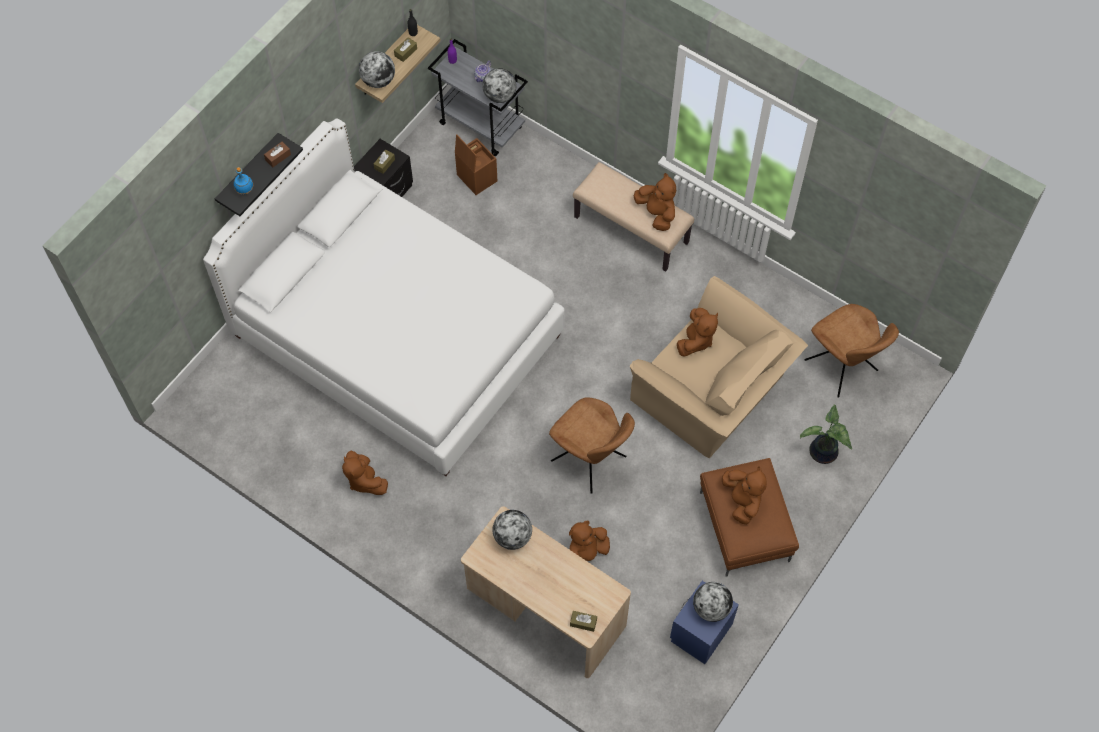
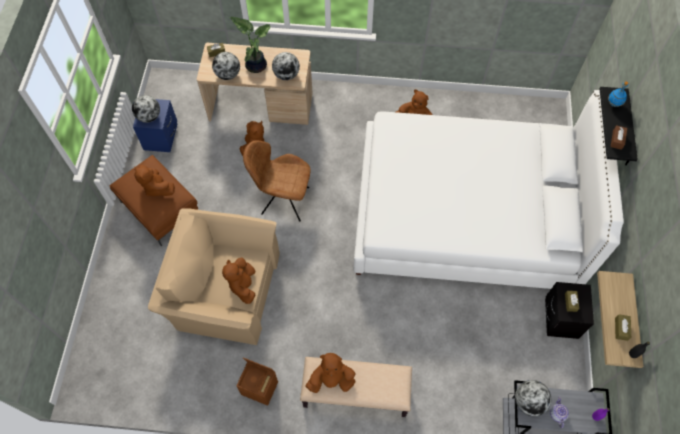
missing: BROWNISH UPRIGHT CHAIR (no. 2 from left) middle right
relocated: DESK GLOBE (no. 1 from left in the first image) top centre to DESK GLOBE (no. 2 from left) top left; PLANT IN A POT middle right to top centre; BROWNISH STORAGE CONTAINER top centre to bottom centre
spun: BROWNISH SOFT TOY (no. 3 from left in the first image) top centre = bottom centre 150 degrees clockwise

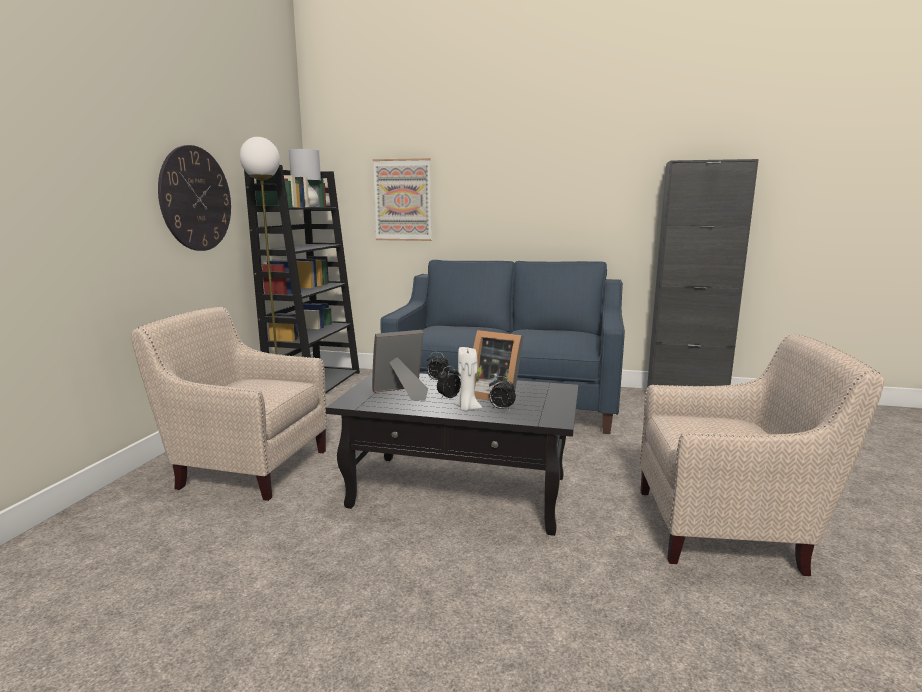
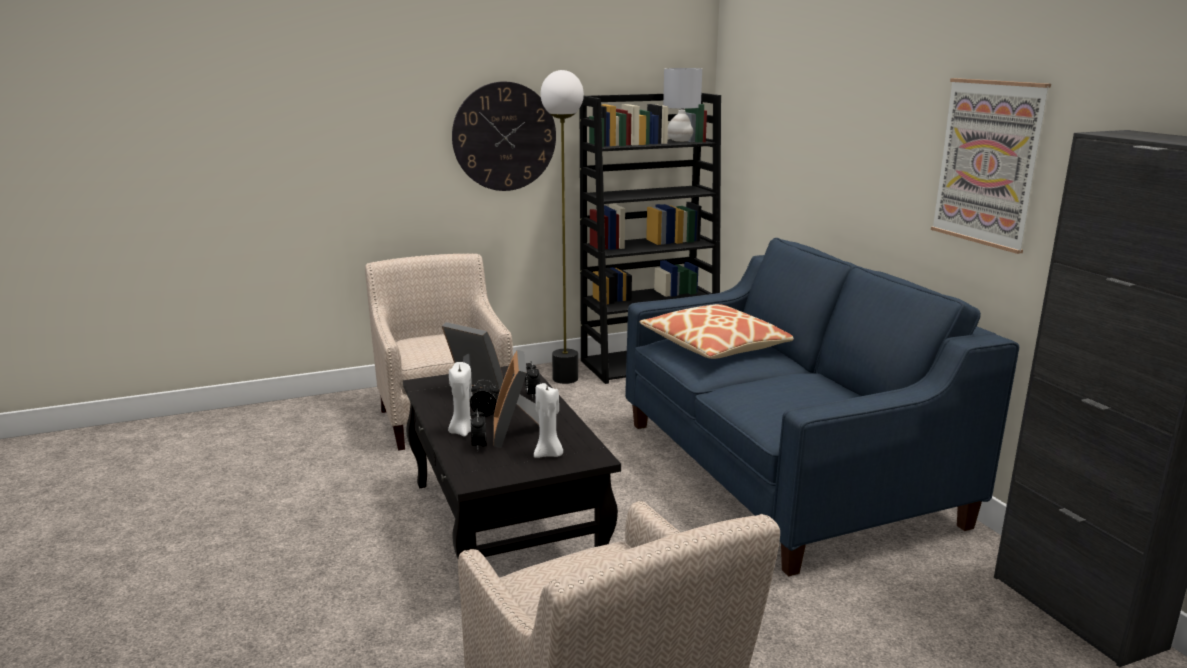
appeared: WHITE WAX LIGHT (no. 2 from left) centre; THROW PILLOW centre
relocated: WALL PICTURE top centre to top right

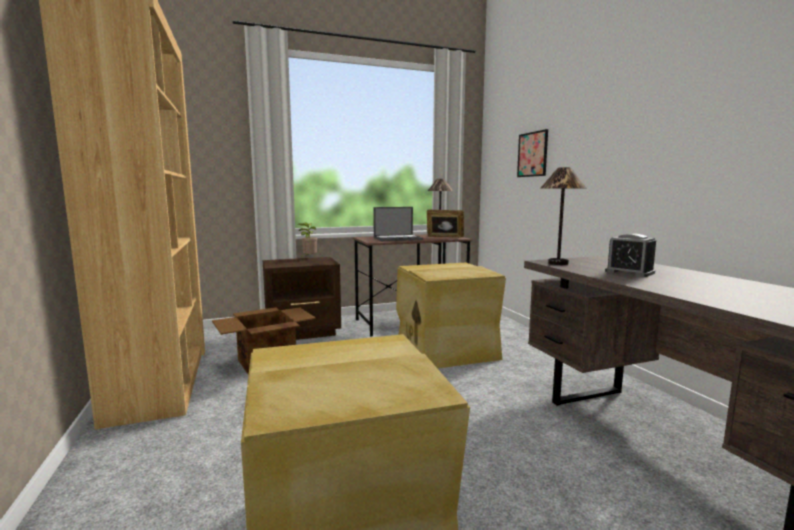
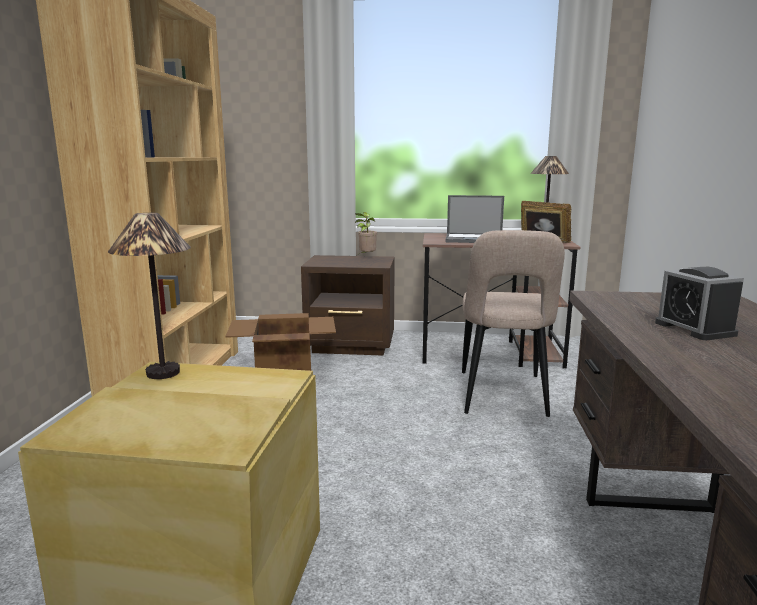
missing: WALL PICTURE top right
relocated: TABLE LAMP (no. 2 from left in the first image) middle right to TABLE LAMP (no. 1 from left) middle left
exchanged: SAND-COLOURED STORAGE CONTAINER (no. 2 from left) centre to SAND-COLOURED UPRIGHT CHAIR middle right

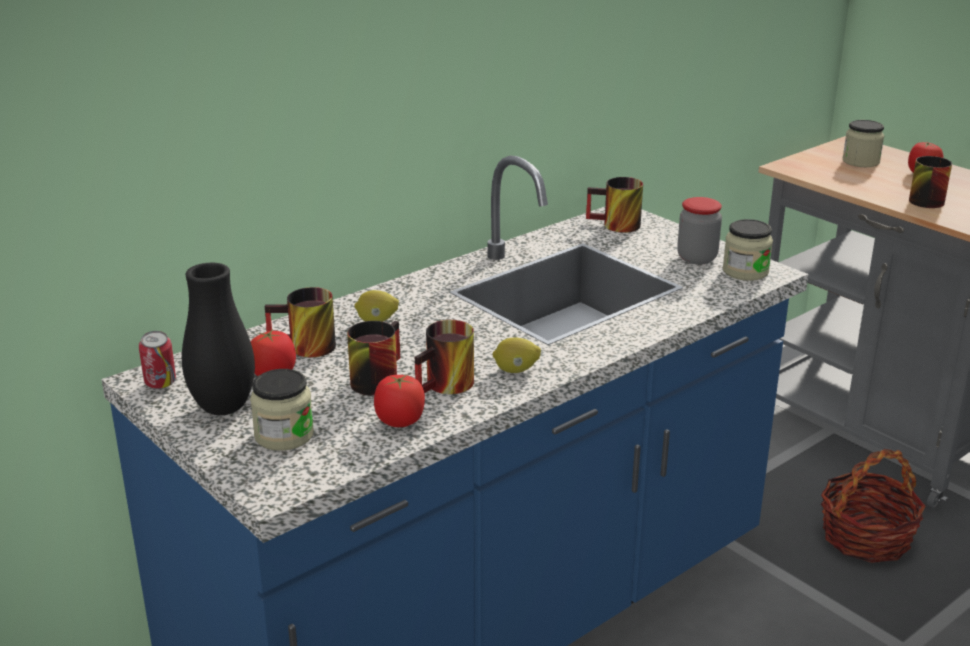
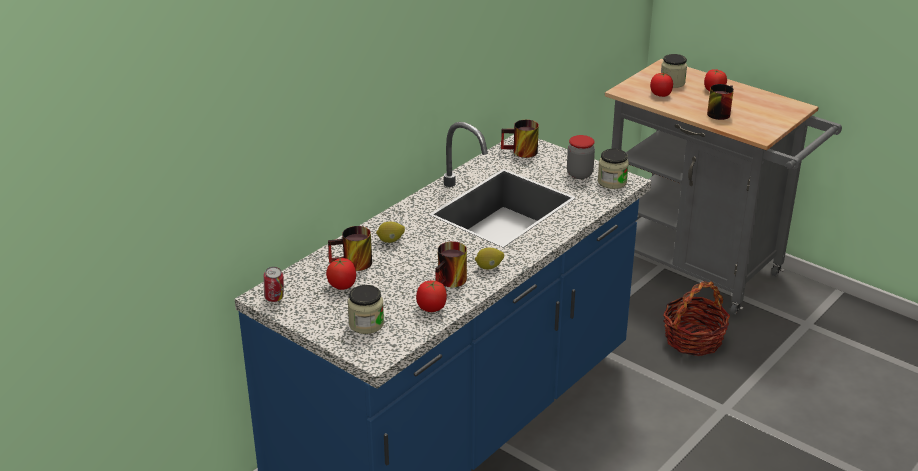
missing: BLACKISH VASE middle left; MUG (no. 2 from left) centre
appeared: TOMATO (no. 3 from left) top right

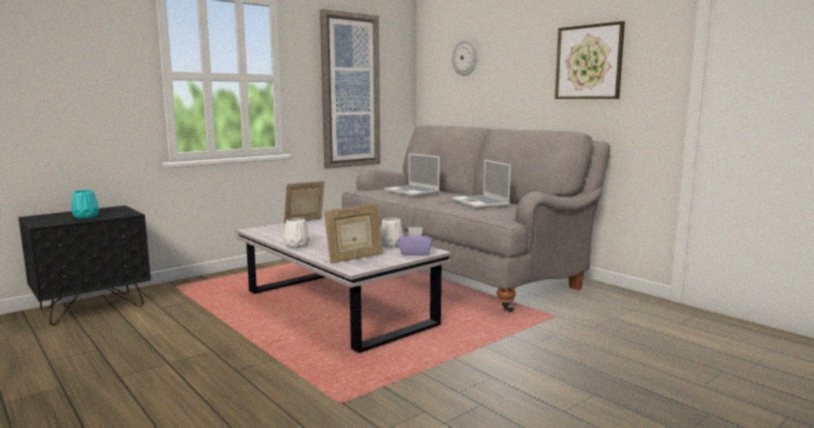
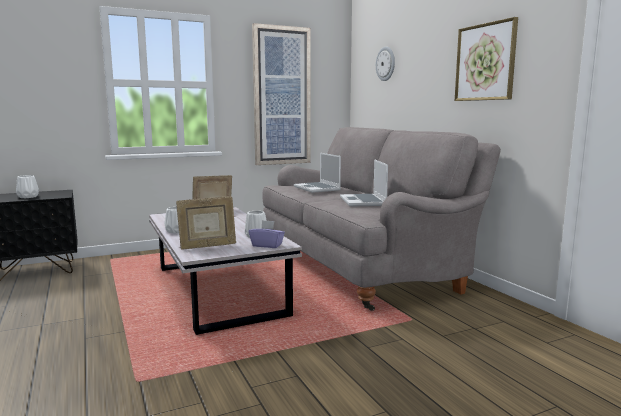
colour: BLUE-GREEN VASE middle left to WHITE VASE (no. 1 from left) middle left

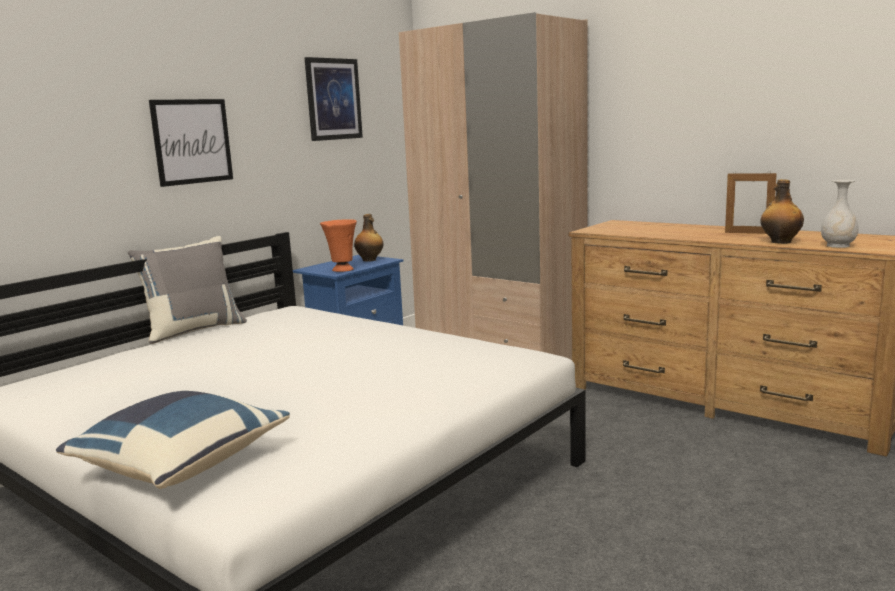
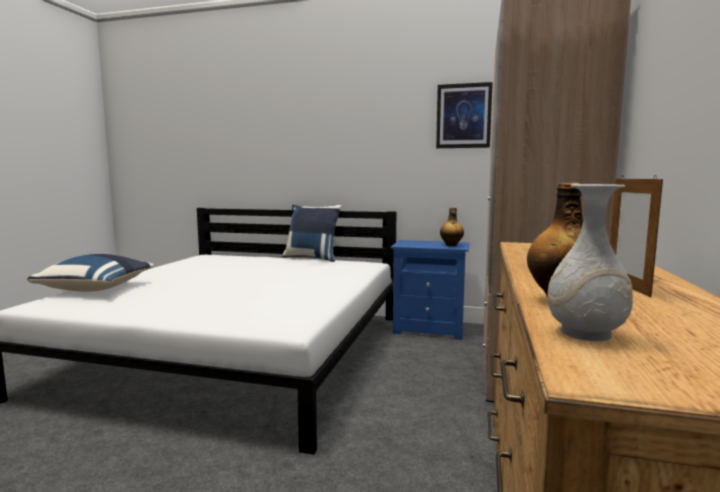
missing: WALL PICTURE (no. 1 from left) top left; ORANGE-COLOURED VASE centre
colour: GREY THROW PILLOW middle left to BLUE THROW PILLOW (no. 2 from left) centre

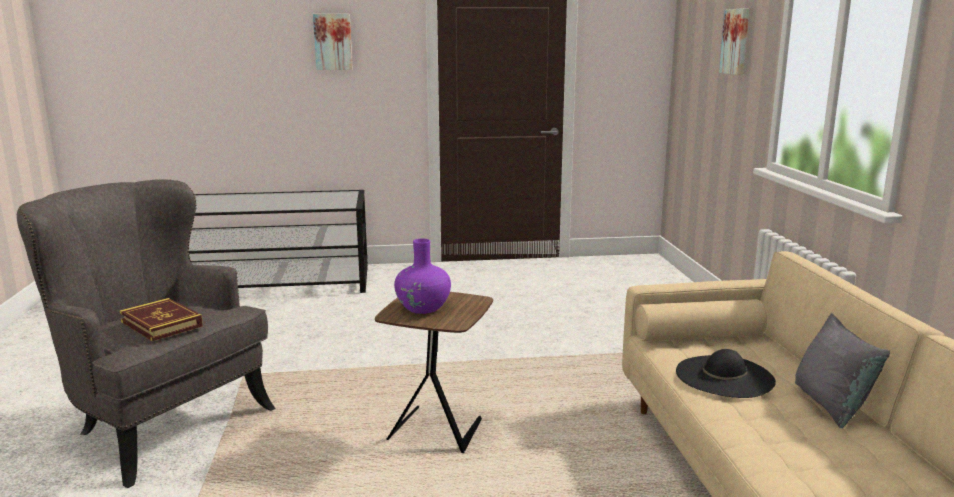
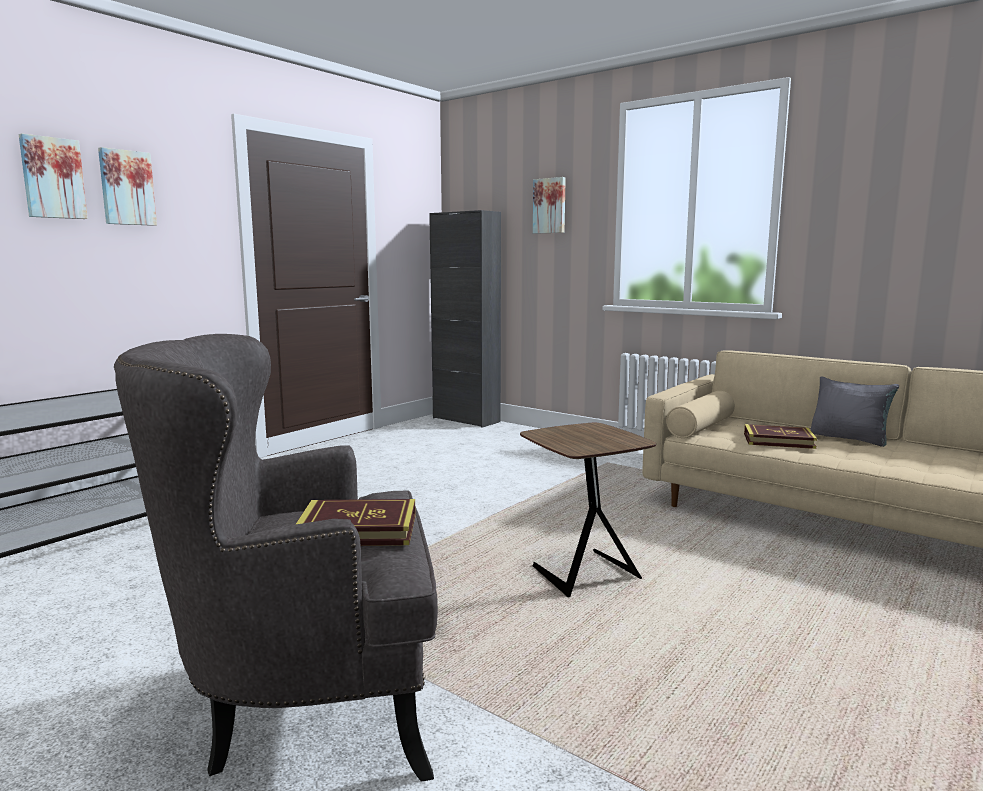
missing: PURPLE VASE centre
appeared: WALL PICTURE (no. 1 from left) top left; BLACKISH CABINET centre
exchanged: BLACKISH HAT bottom right to VOLUME (no. 2 from left) middle right

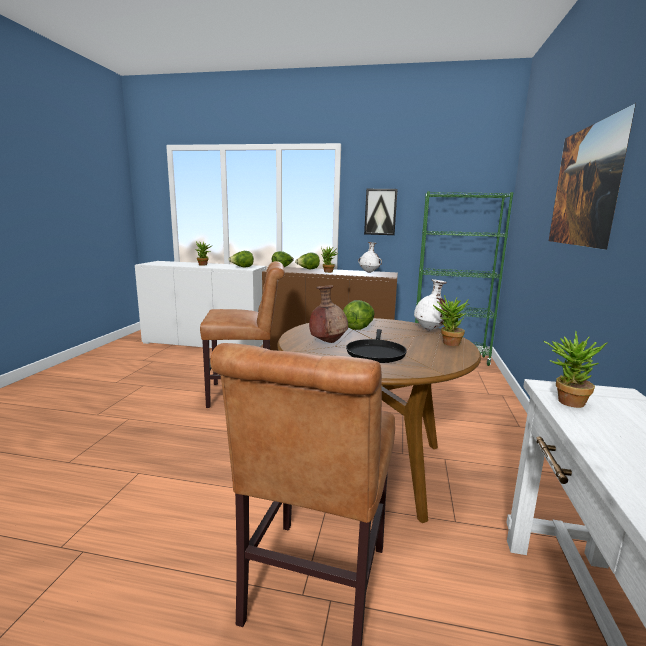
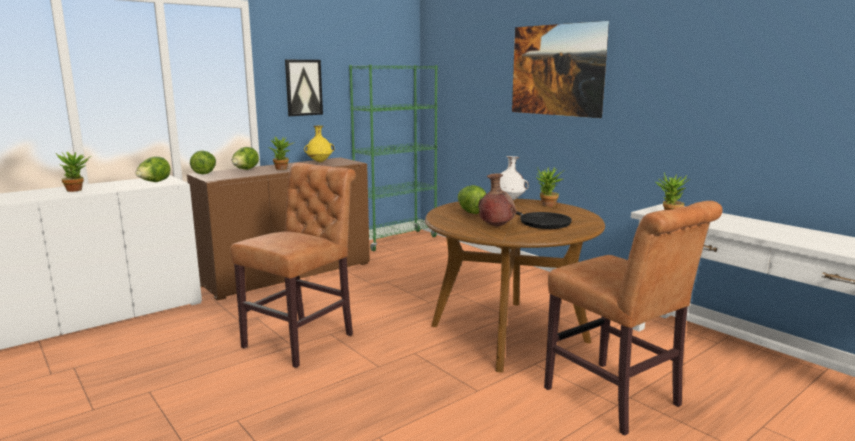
colour: WHITE VASE (no. 1 from left) centre to YELLOW-COLOURED VASE top centre

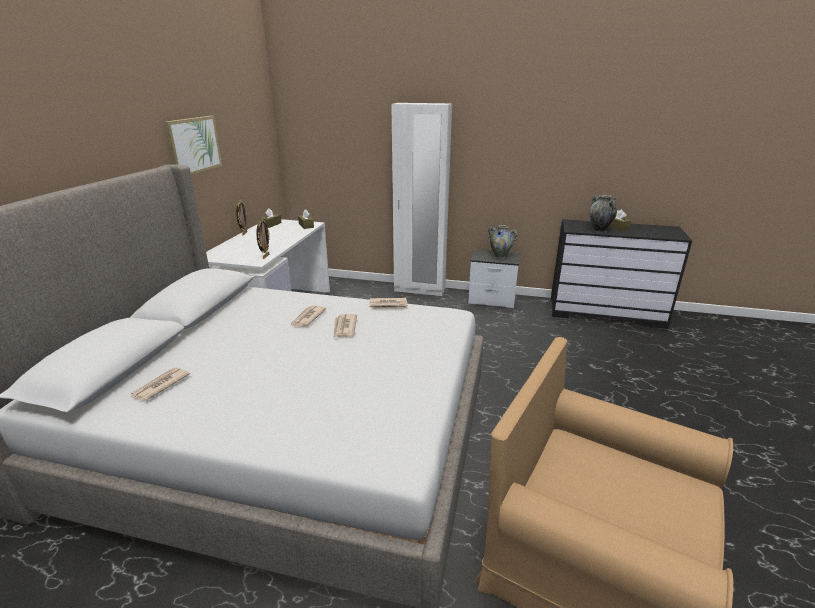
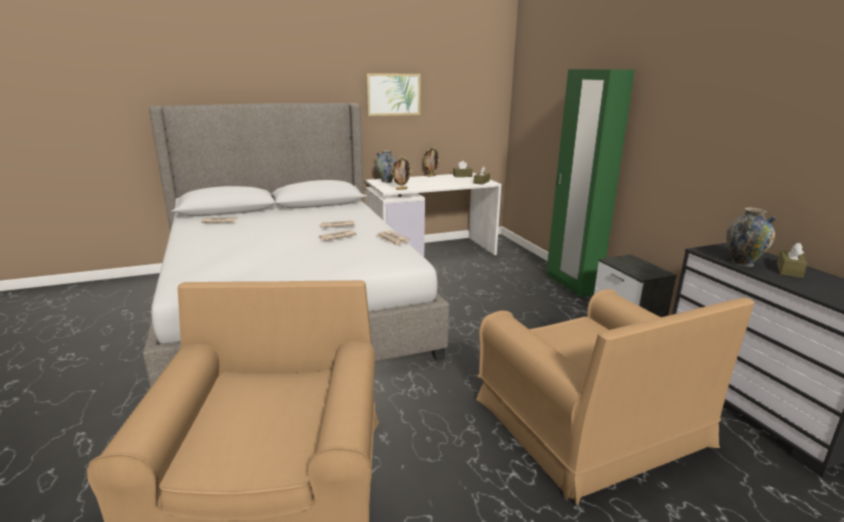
appeared: BROWNISH EASY CHAIR (no. 2 from left) bottom right
relocated: VASE (no. 1 from left) centre to top centre
colour: WHITE CLOTHES CUPBOARD top centre to GREENISH CLOTHES CUPBOARD middle right

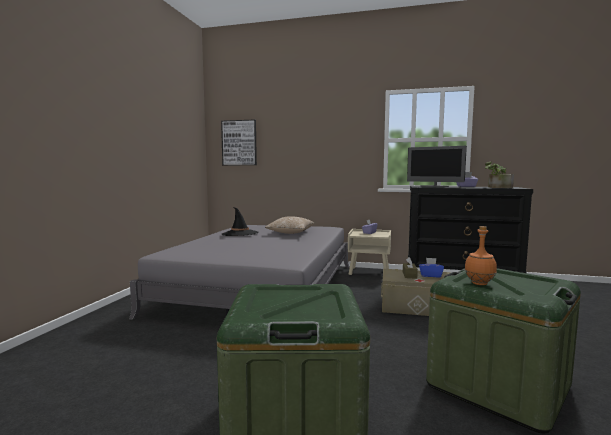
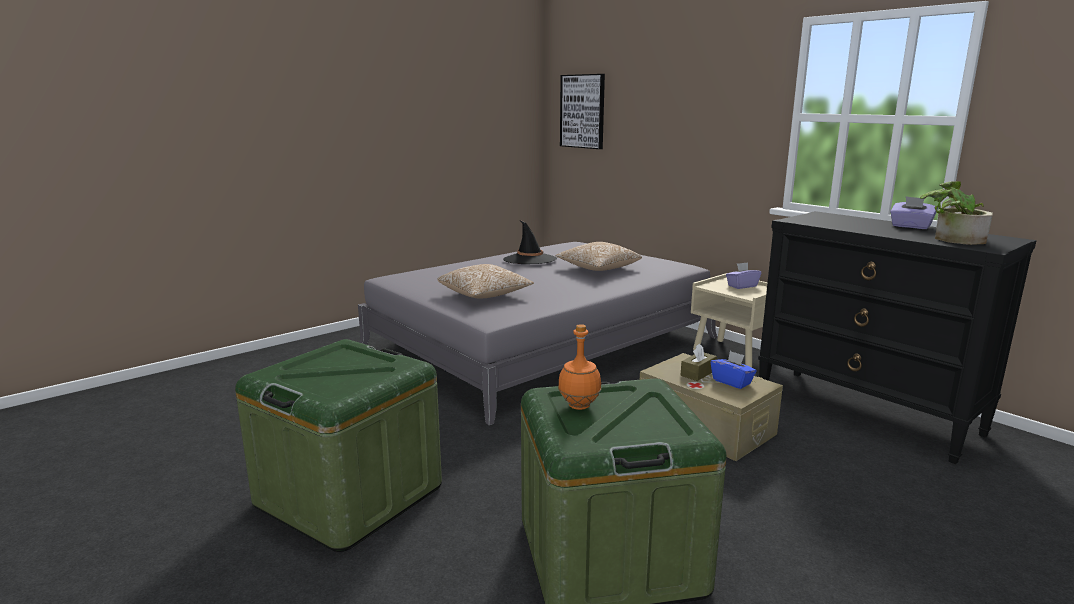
missing: COMPUTER DISPLAY middle right
appeared: THROW PILLOW (no. 1 from left) centre

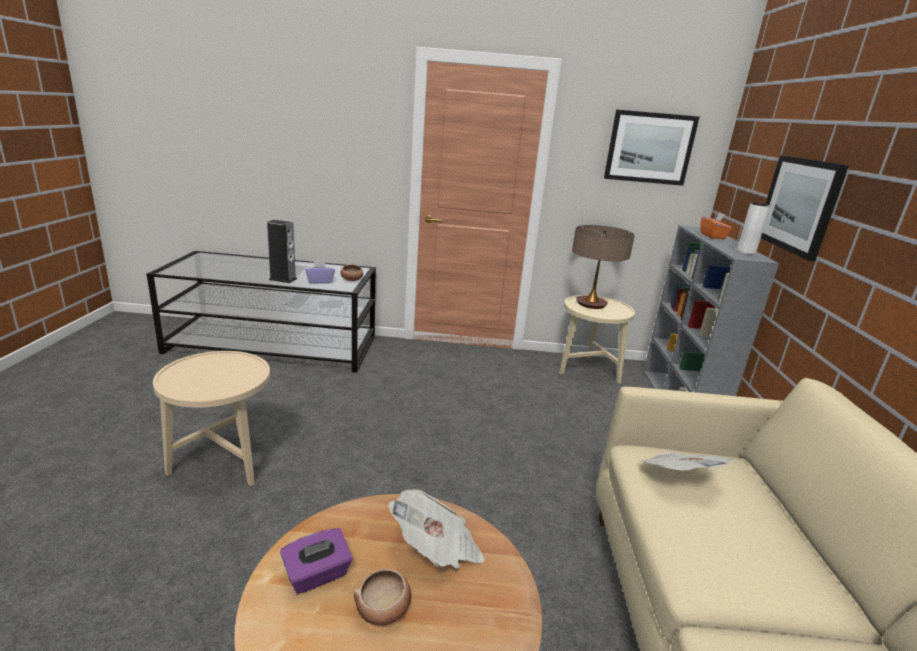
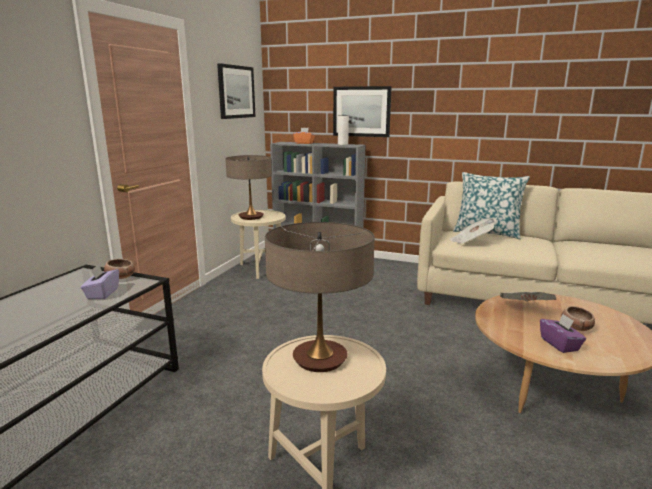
missing: AUDIO SPEAKER middle left
appeared: TABLE LAMP (no. 2 from left) centre; THROW PILLOW middle right

